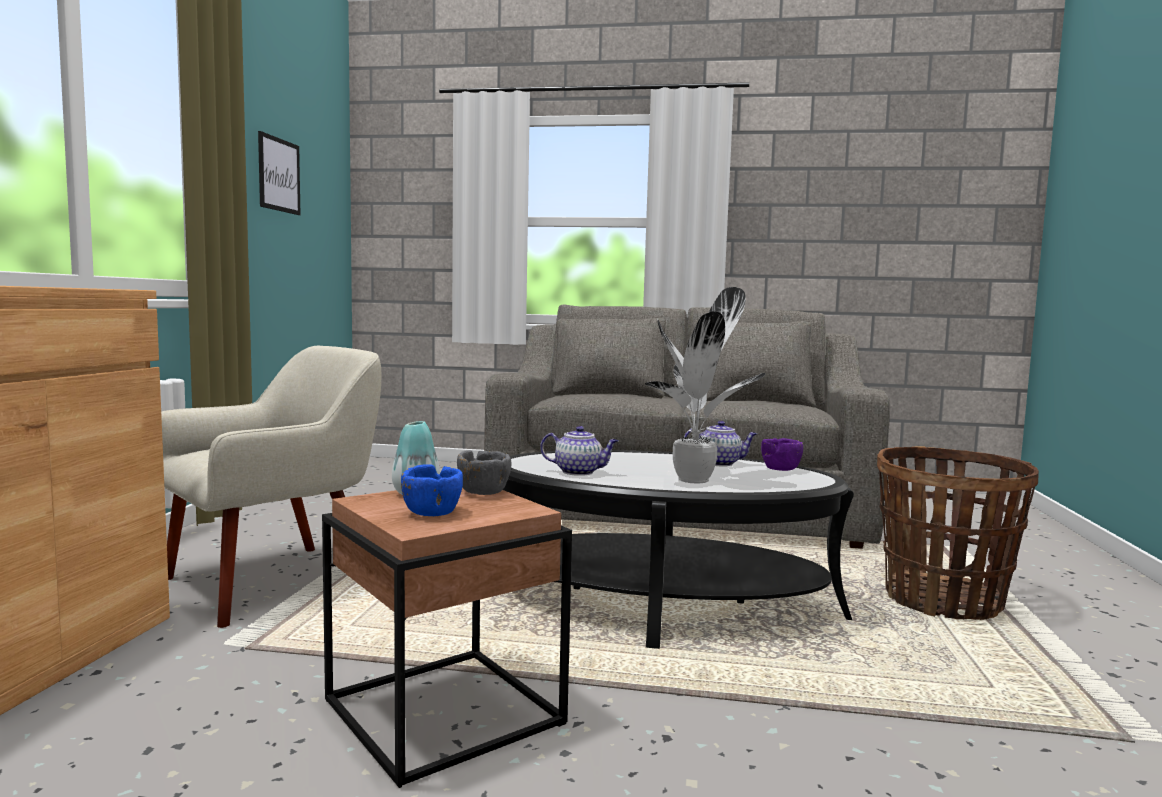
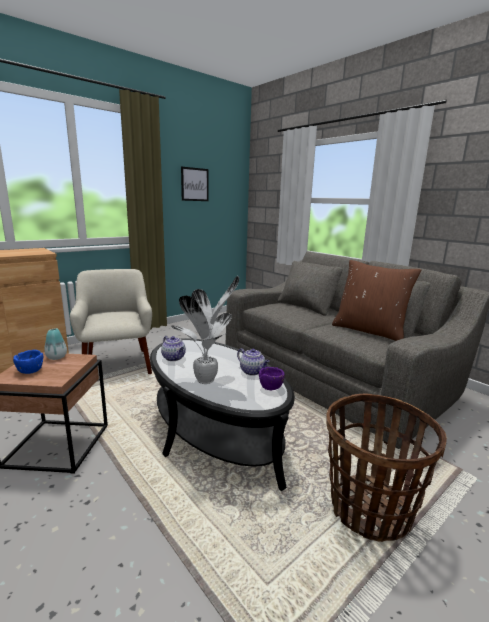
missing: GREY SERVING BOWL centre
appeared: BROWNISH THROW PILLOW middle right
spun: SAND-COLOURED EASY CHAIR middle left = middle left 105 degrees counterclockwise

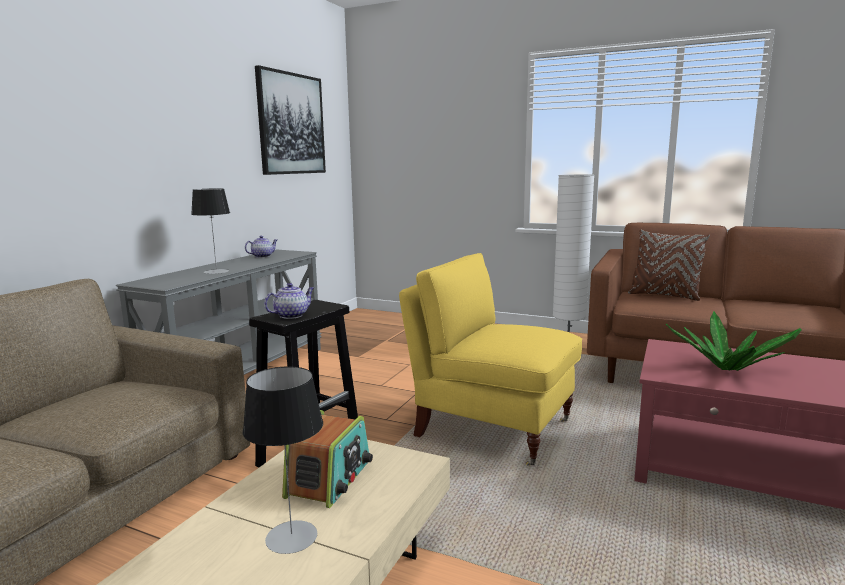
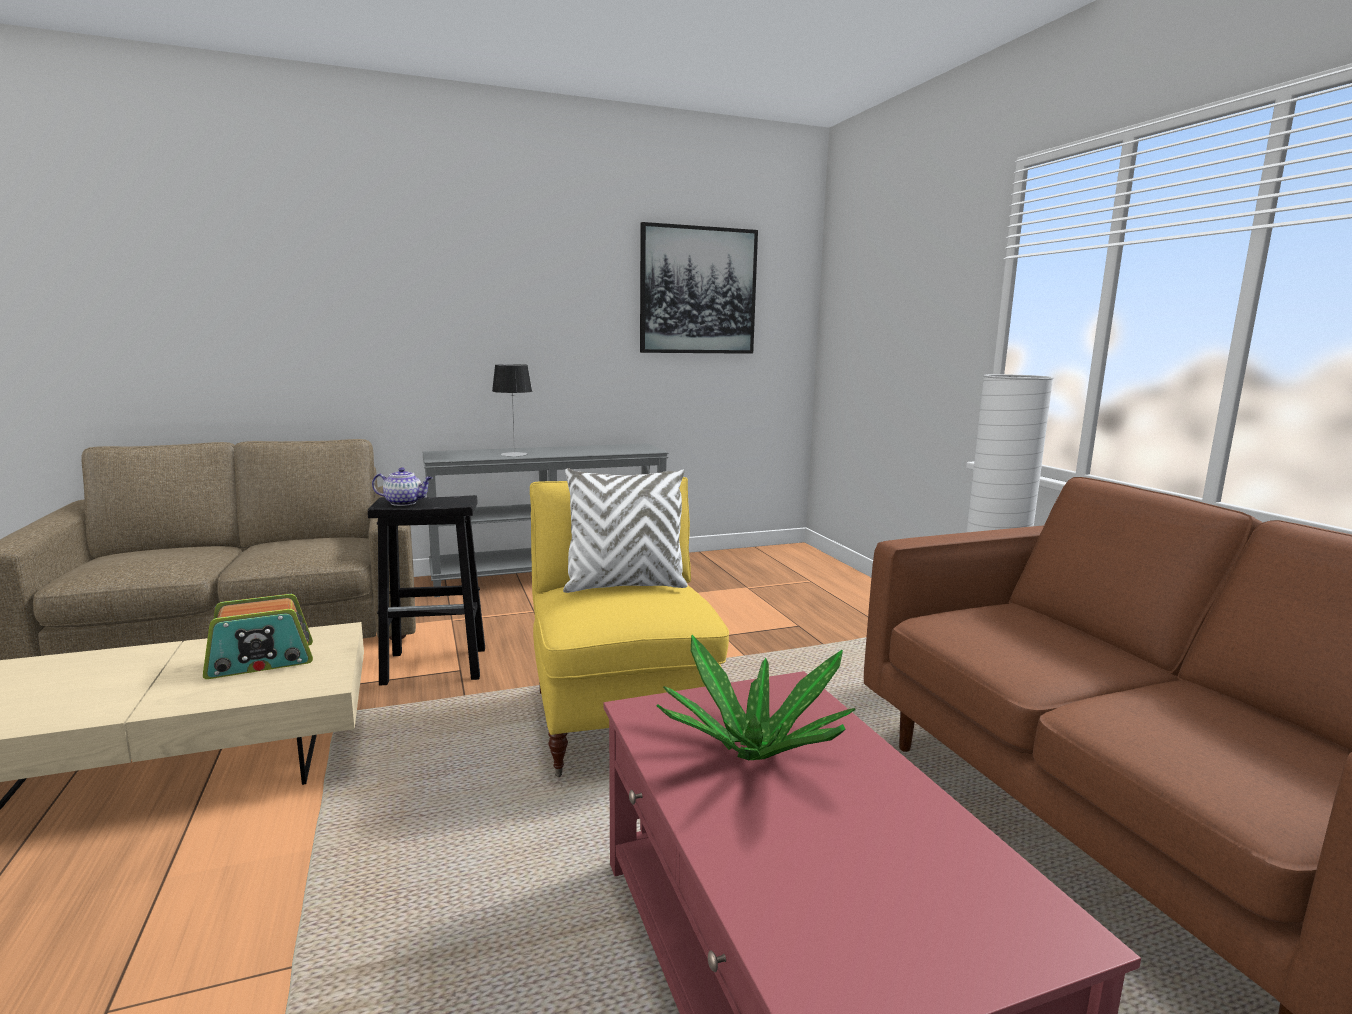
missing: TABLE LAMP (no. 2 from left) bottom centre; TEA POT (no. 1 from left) middle left; BROWNISH THROW PILLOW middle right
appeared: WHITE THROW PILLOW centre

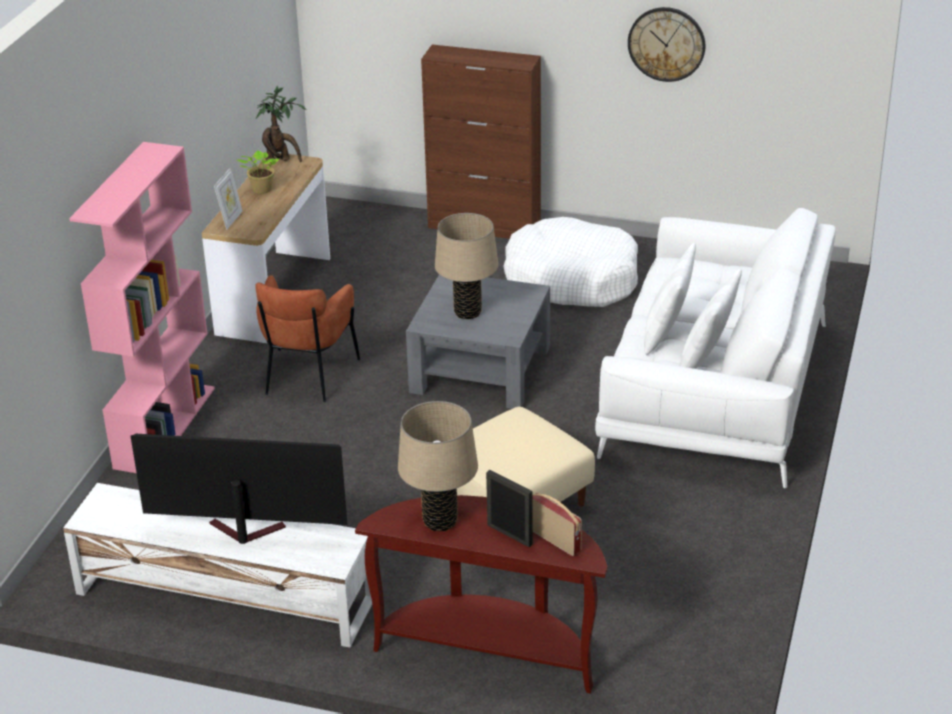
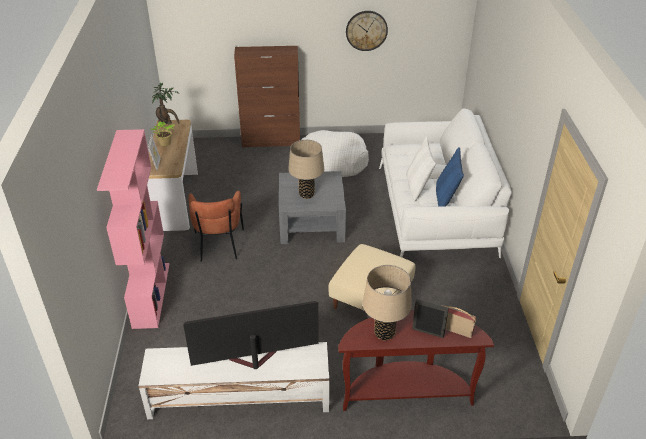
colour: WHITE THROW PILLOW (no. 2 from left) middle right to BLUE THROW PILLOW middle right

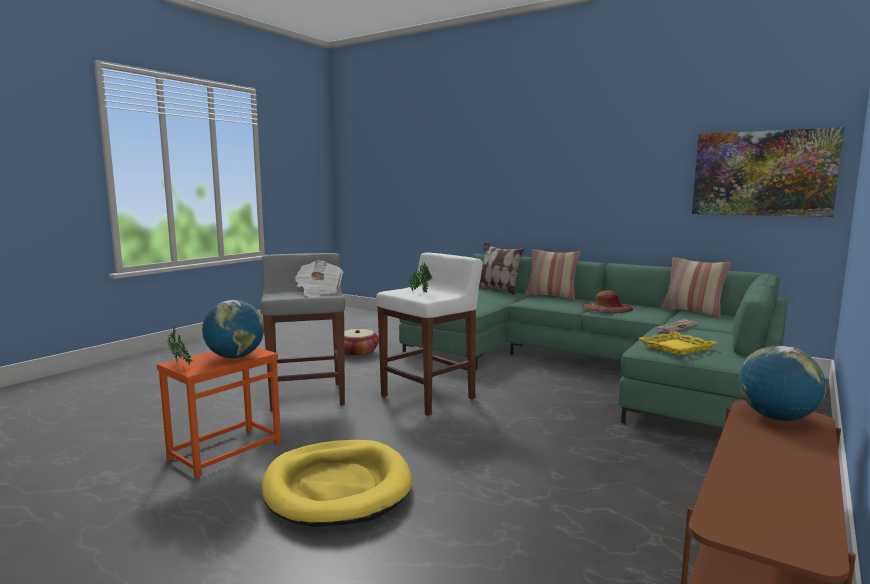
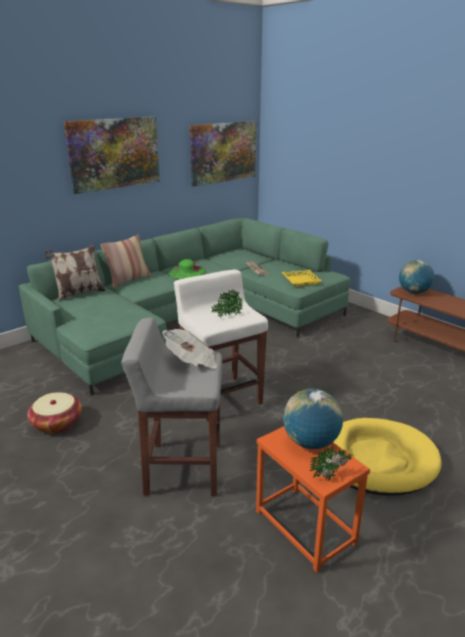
missing: THROW PILLOW (no. 3 from left) middle right
appeared: WALL PICTURE (no. 1 from left) top left
colour: BROWNISH HAT middle right to GREENISH HAT centre

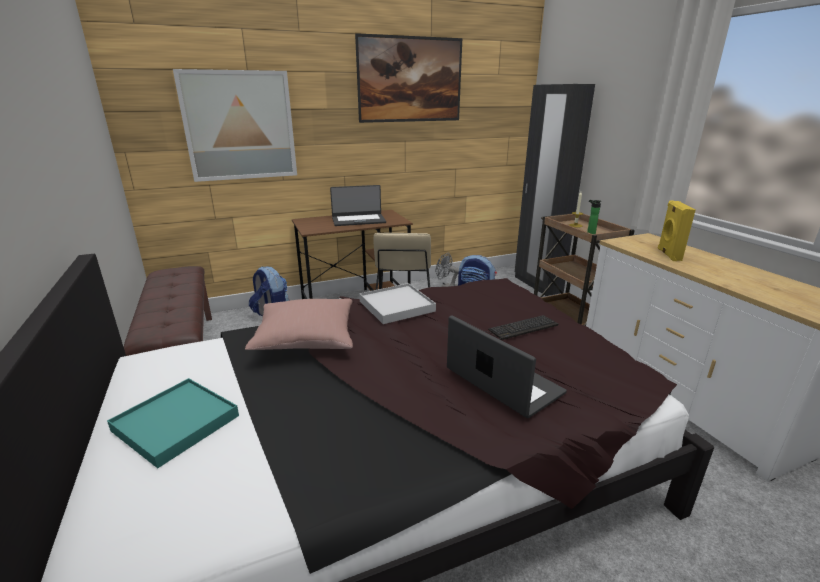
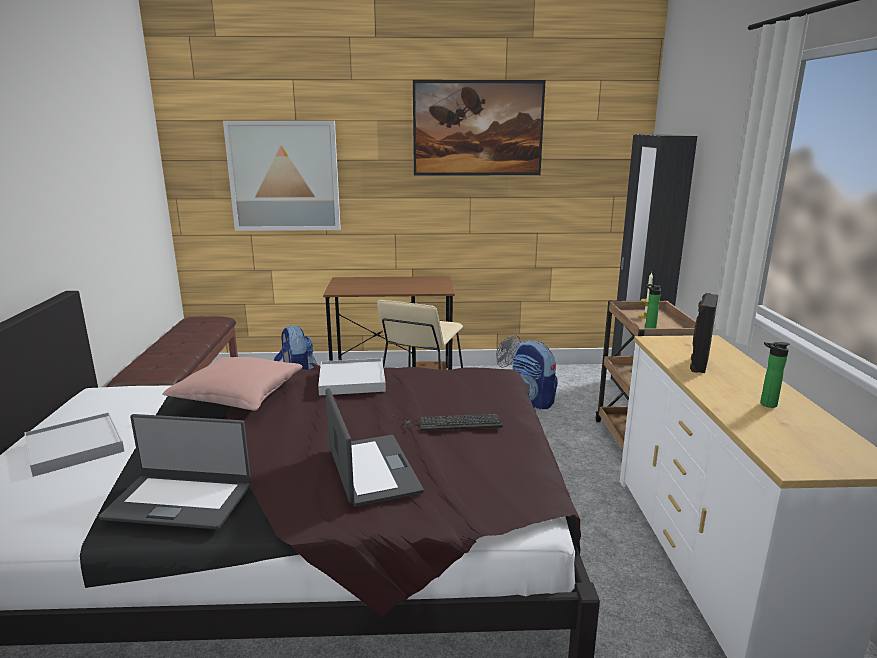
appeared: BOTTLE (no. 2 from left) middle right
relocated: LAPTOP (no. 1 from left) centre to bottom left
colour: BLUE-GREEN TRAY bottom left to WHITE TRAY (no. 1 from left) bottom left; YELLOW-COLOURED AUDIO SPEAKER middle right to BLACKISH AUDIO SPEAKER middle right

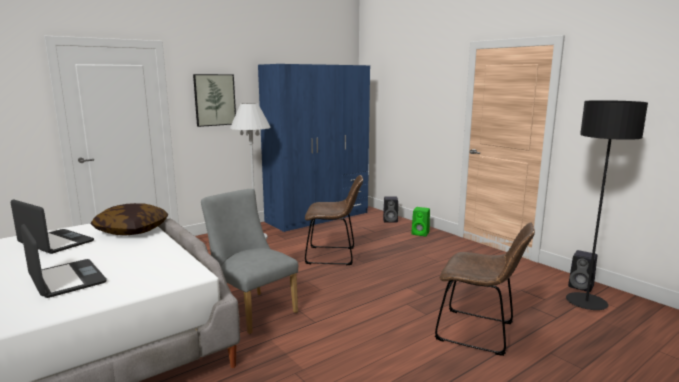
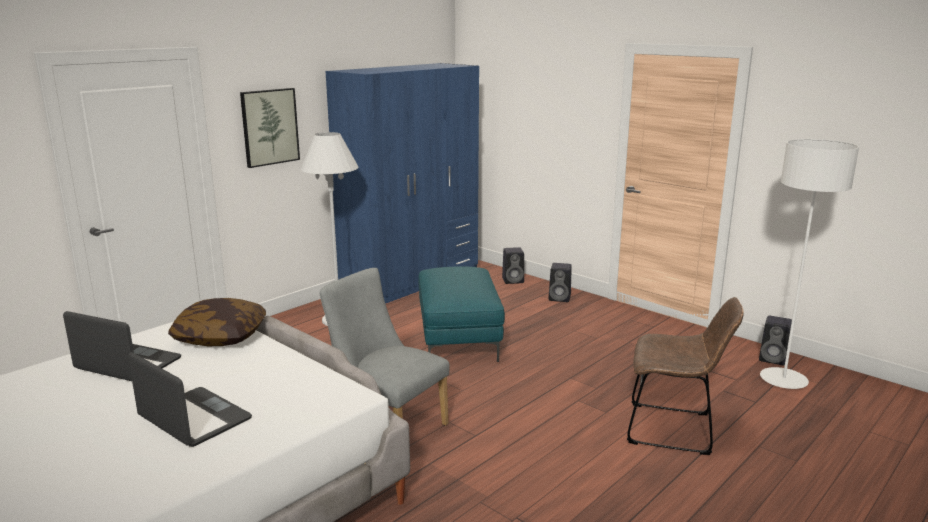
exchanged: BROWNISH UPRIGHT CHAIR (no. 1 from left) centre to BLUE-GREEN POUFFE centre
colour: GREENISH AUDIO SPEAKER centre to BLACKISH AUDIO SPEAKER (no. 2 from left) centre; BLACKISH FLOOR LAMP middle right to WHITE FLOOR LAMP (no. 2 from left) middle right

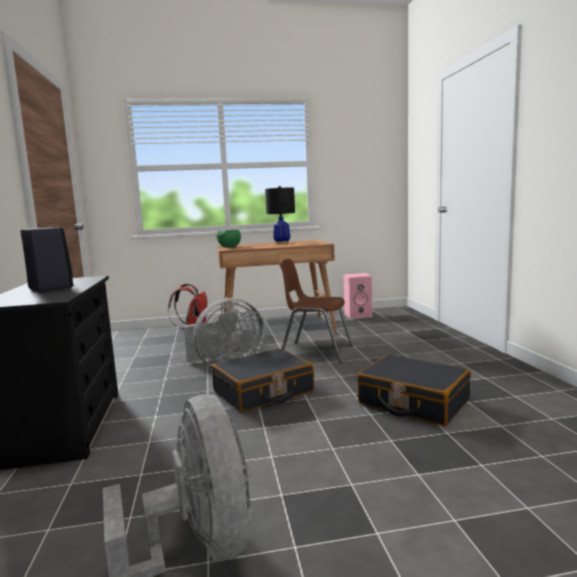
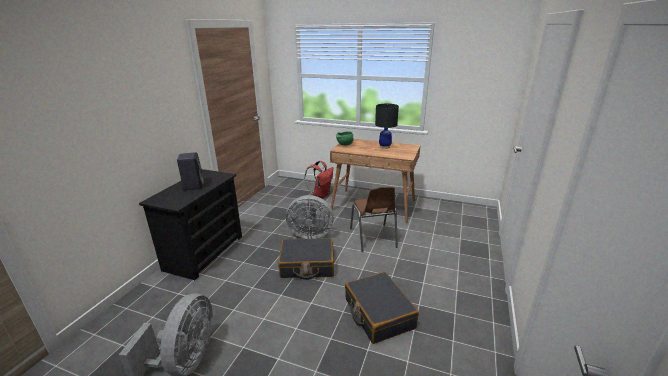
missing: PINK-COLOURED AUDIO SPEAKER centre
spun: BROWNISH UPRIGHT CHAIR centre = centre 150 degrees counterclockwise

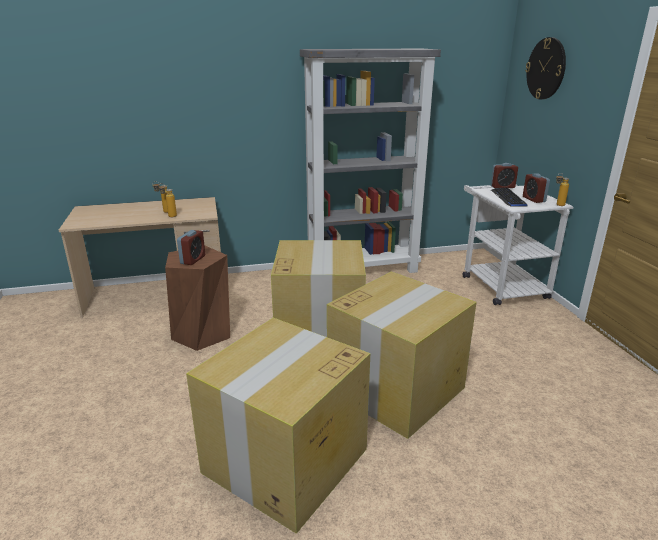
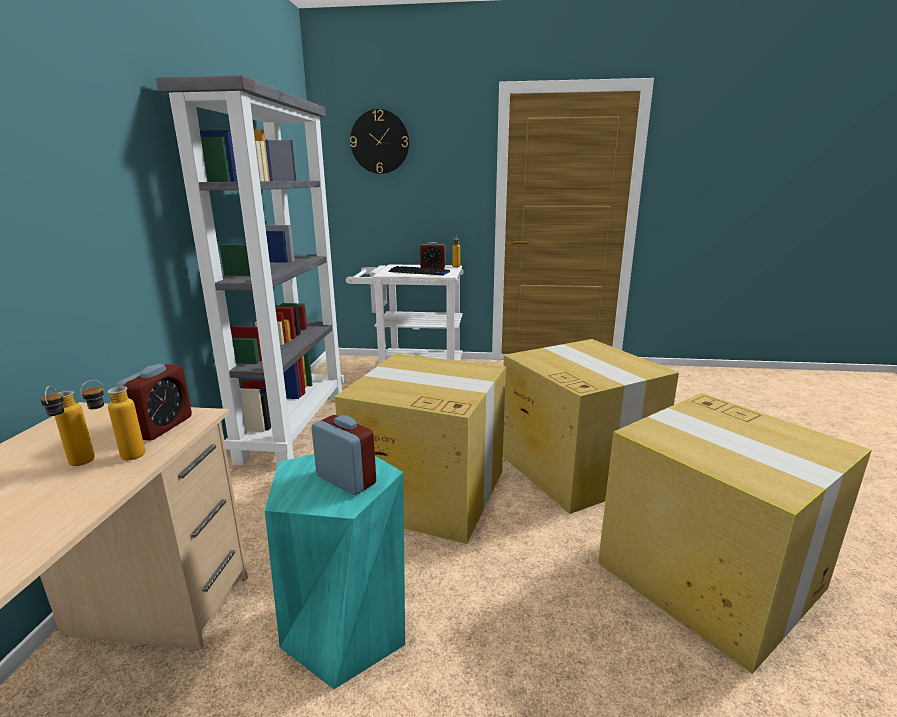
relocated: TABLE CLOCK (no. 2 from left in the first image) top right to TABLE CLOCK (no. 1 from left) middle left
colour: BROWNISH STOOL middle left to BLUE-GREEN STOOL bottom centre

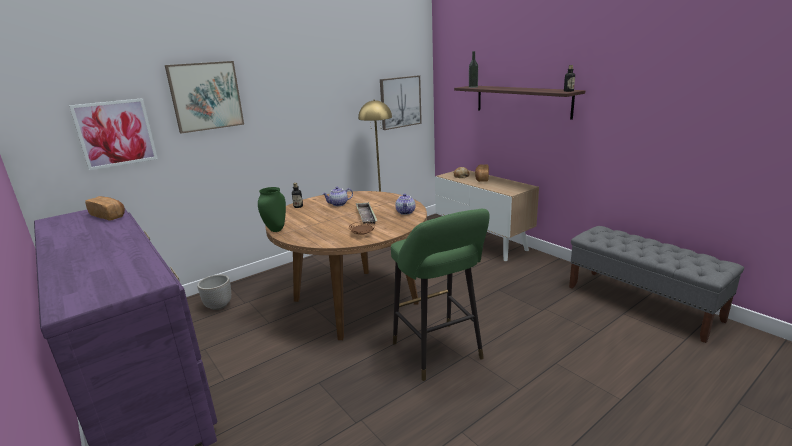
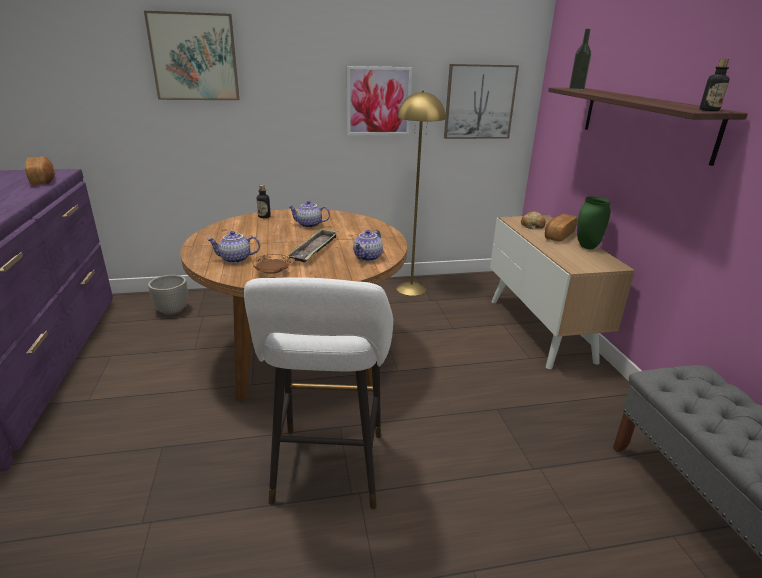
appeared: TEA POT (no. 1 from left) middle left
relocated: WALL PICTURE (no. 1 from left in the first image) top left to WALL PICTURE (no. 2 from left) top centre; GREENISH VASE centre to middle right
colour: GREENISH STOOL centre to WHITE STOOL bottom centre

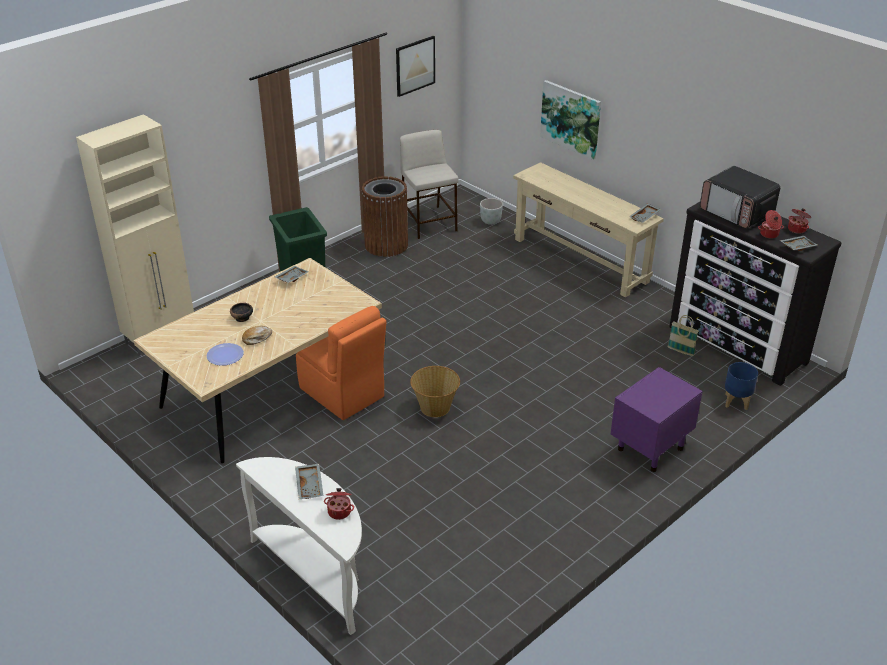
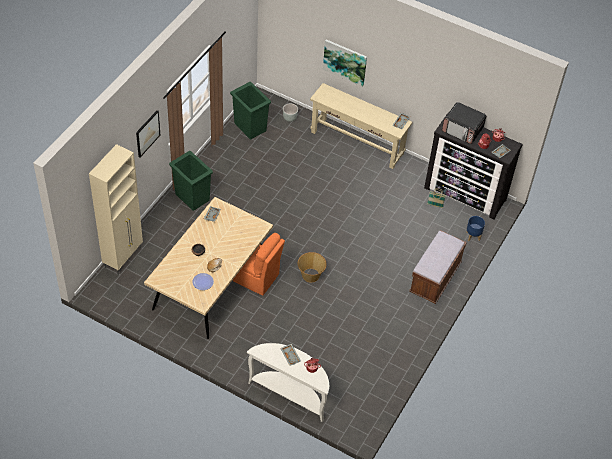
missing: BROWNISH TRASH CAN top centre
relocated: WALL PICTURE (no. 1 from left) top centre to top left
exchanged: SAND-COLOURED STOOL top centre to GREENISH TRASH CAN (no. 2 from left) top centre; PURPLE NIGHT TABLE middle right to BROWNISH LONG SEAT middle right

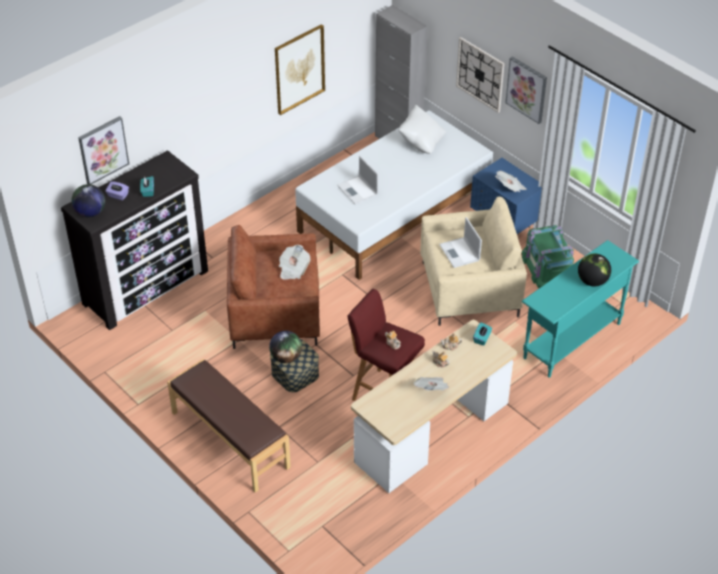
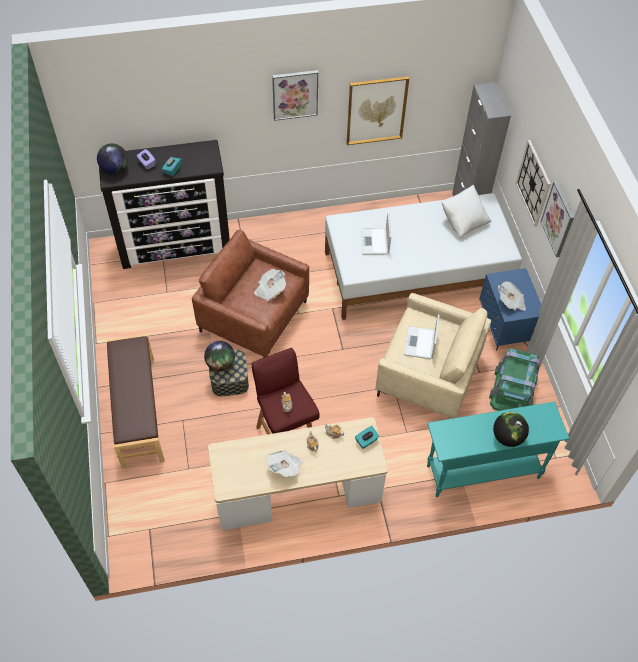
relocated: WALL PICTURE (no. 1 from left) top left to top centre

